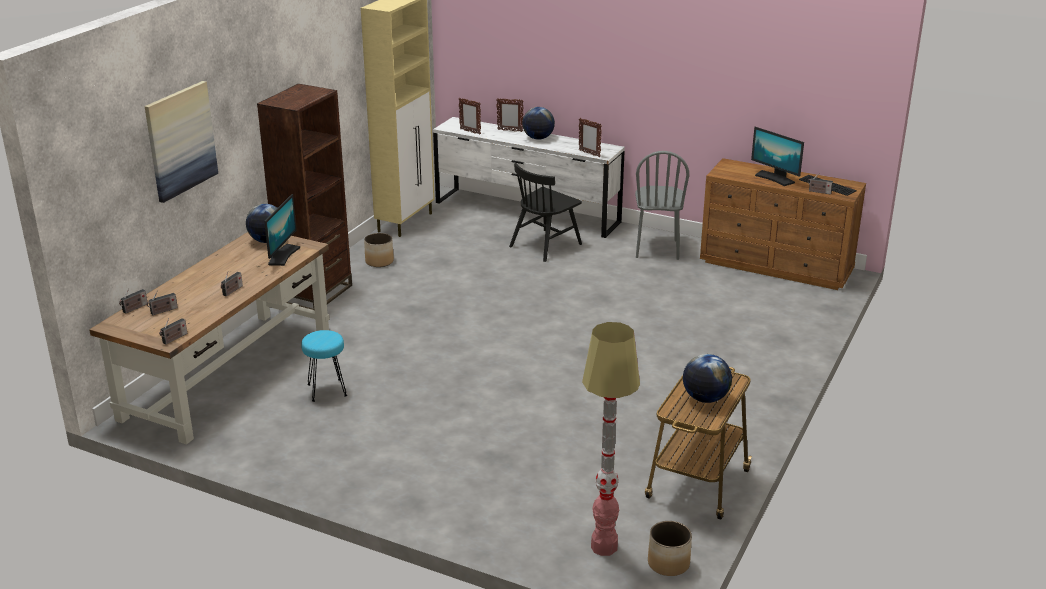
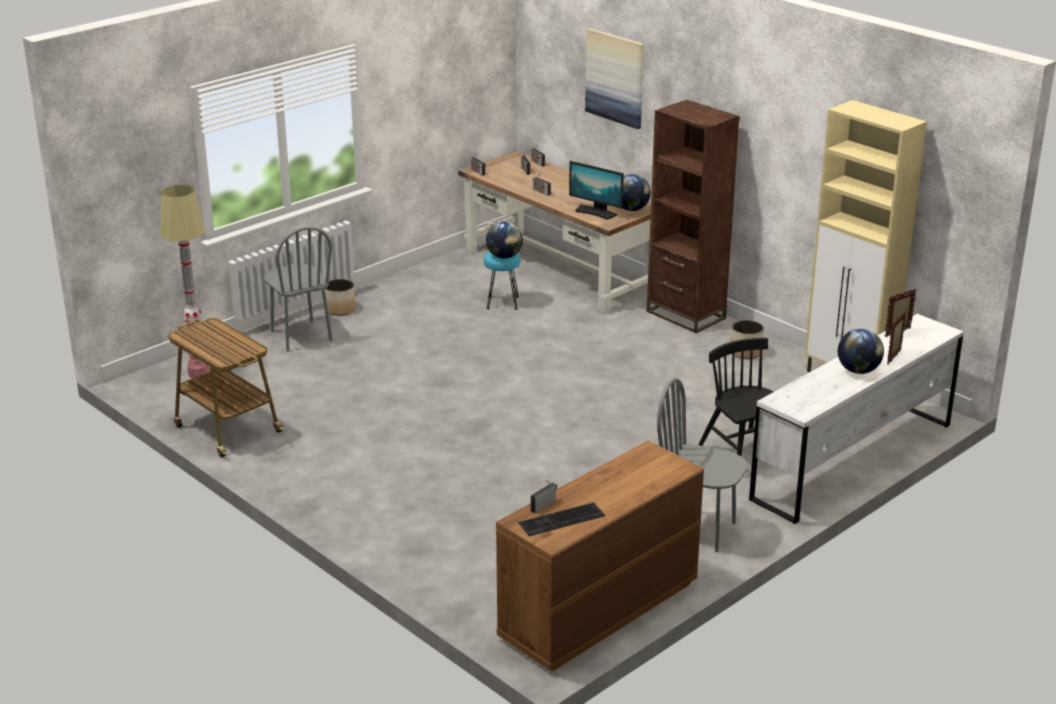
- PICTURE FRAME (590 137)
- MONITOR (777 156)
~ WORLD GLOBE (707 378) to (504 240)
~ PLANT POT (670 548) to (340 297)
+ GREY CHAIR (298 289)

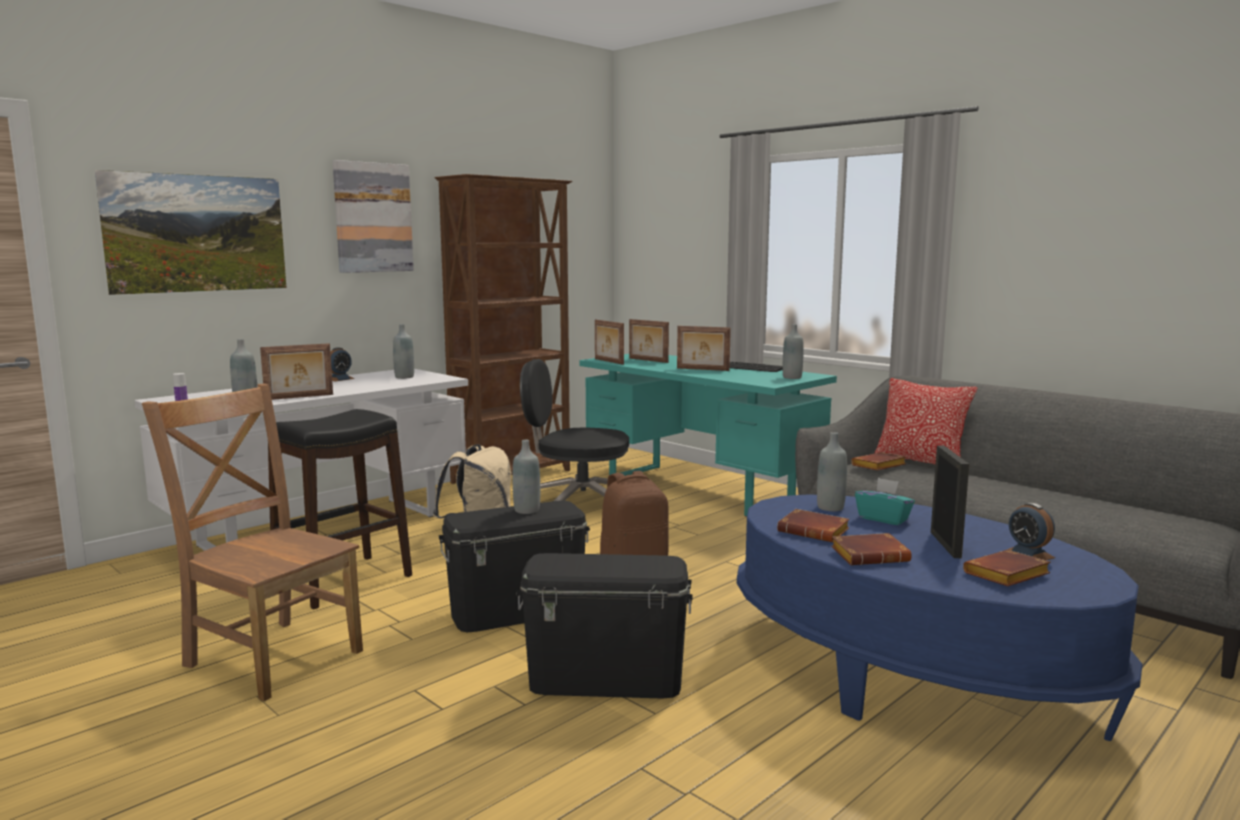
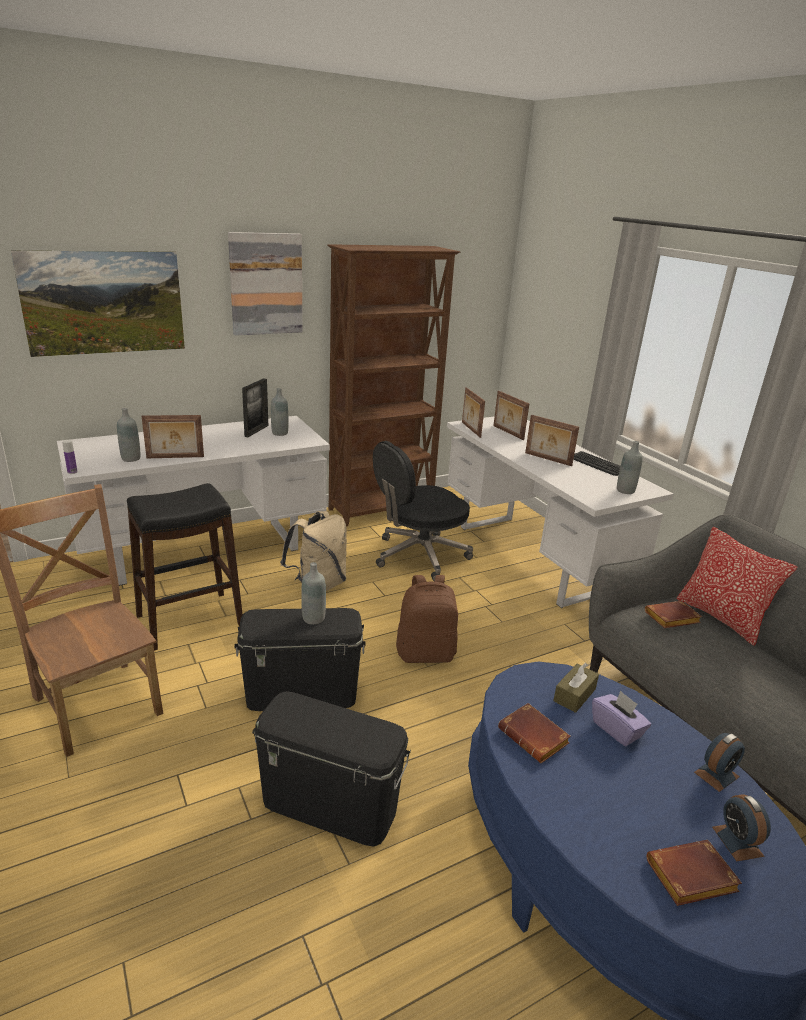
~ TABLE CLOCK (342 364) to (719 762)
~ BLUE-GREEN DESK (708 435) to WHITISH DESK (560 512)
~ BLACK COMPUTER CHAIR (574 430) = (423 511) 60 degrees counterclockwise
~ GREY BEVERAGE BOTTLE (832 471) to BROWN-COLOURED TISSUE BOX (576 688)
~ PICTURE FRAME (950 501) to (255 407)
~ BLUE-GREEN TISSUE BOX (885 501) to PURPLE-COLOURED TISSUE BOX (621 718)
- BROWN-COLOURED BOUND BOOK (871 549)

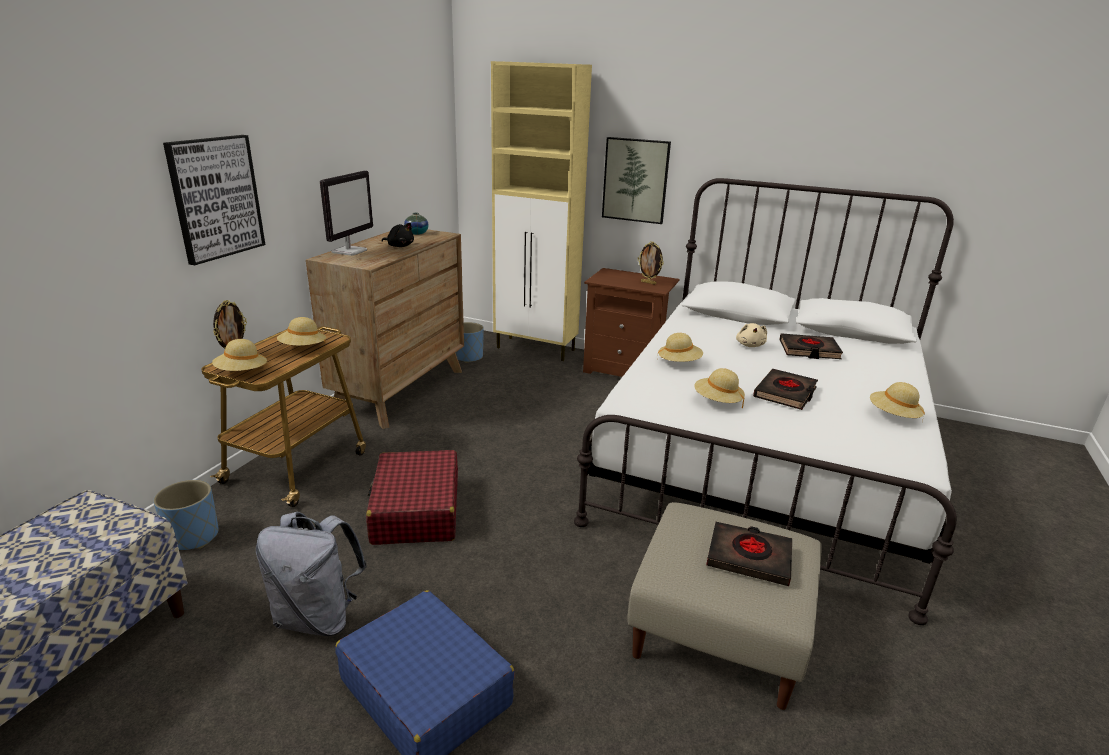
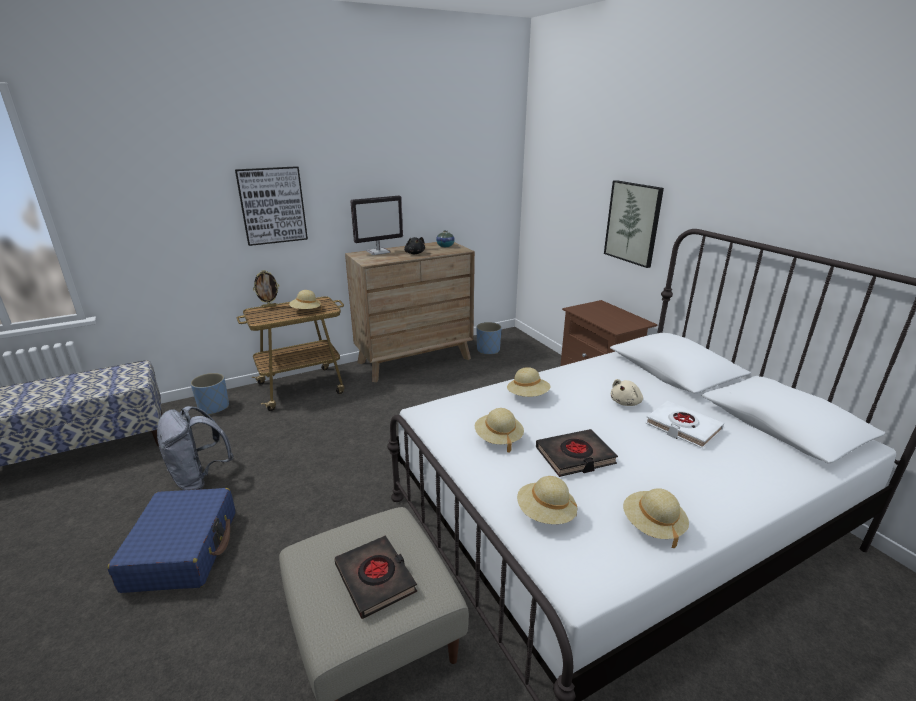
- BEIGE CABINET (541 211)
- PICTURE FRAME (651 263)
~ BLACK BOUND BOOK (811 346) to WHITISH BOUND BOOK (684 425)
~ BEIGE WEARABLE HAT (240 355) to (547 500)
- RED SUITCASE (412 497)

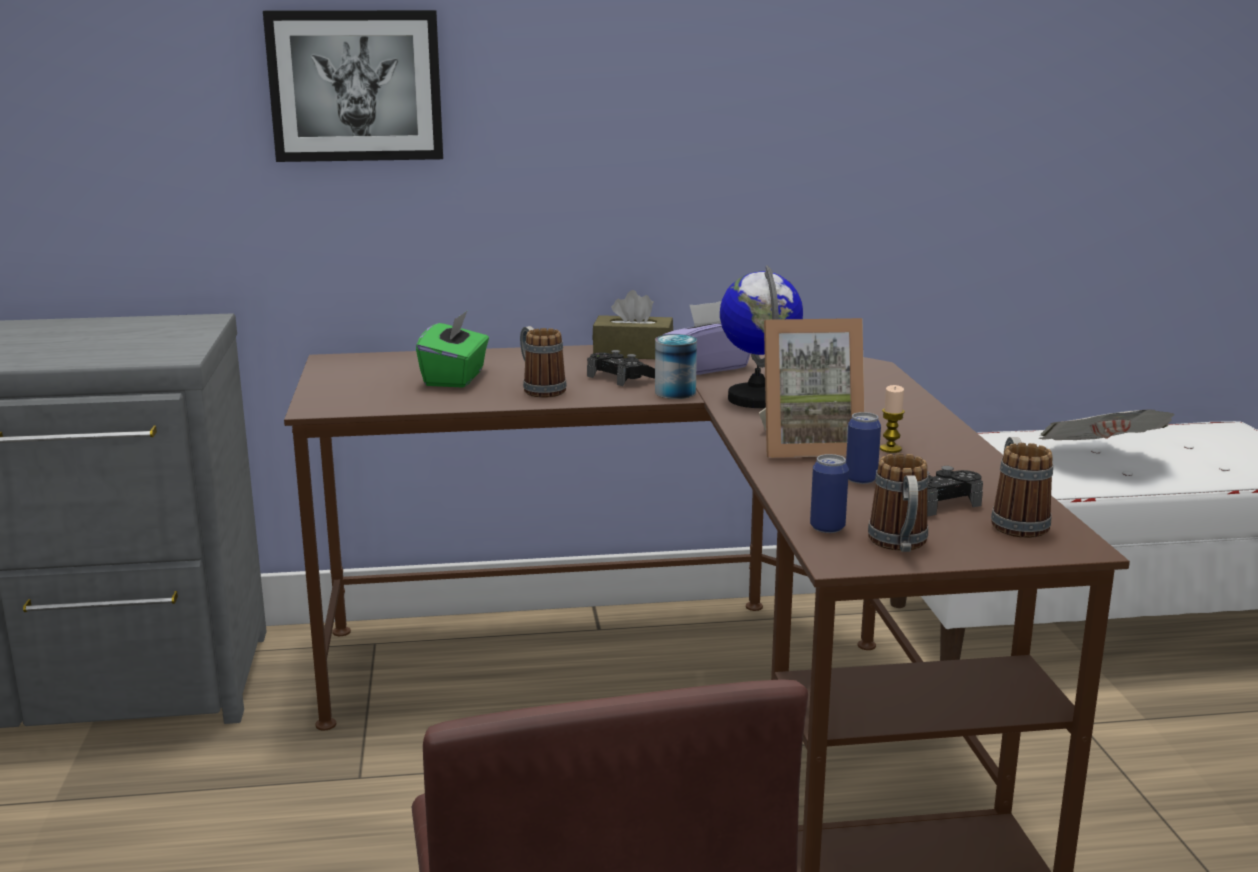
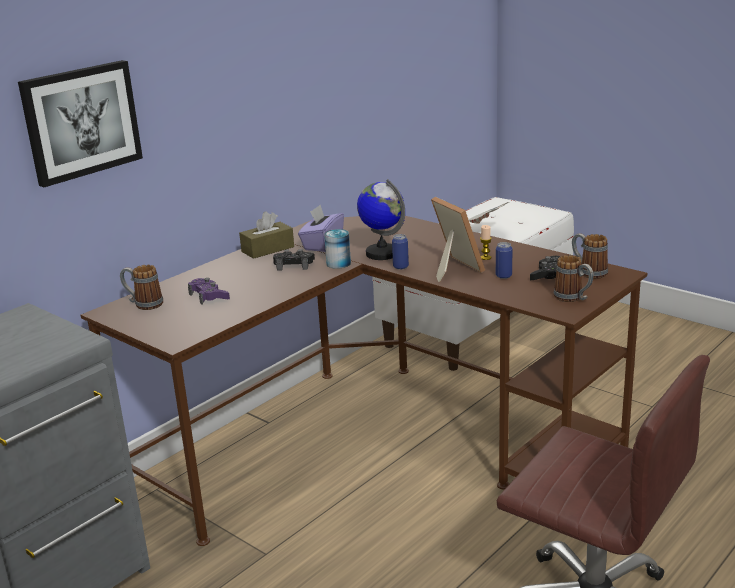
~ GREENISH TISSUE BOX (452 348) to PURPLE-COLOURED GAME CONTROLLER (209 291)
~ PICTURE FRAME (811 388) = (458 239) 75 degrees counterclockwise
~ TEA MUG (543 362) to (141 287)
~ METAL CAN (829 493) to (400 252)

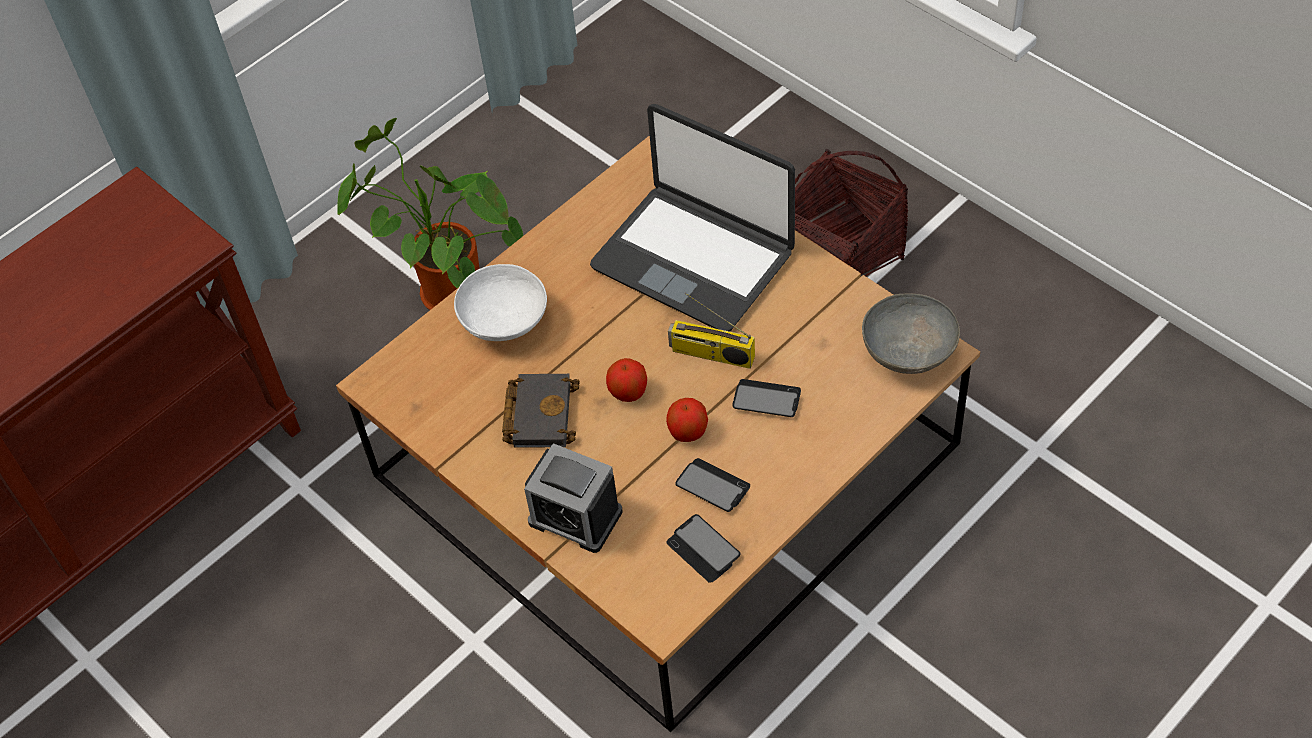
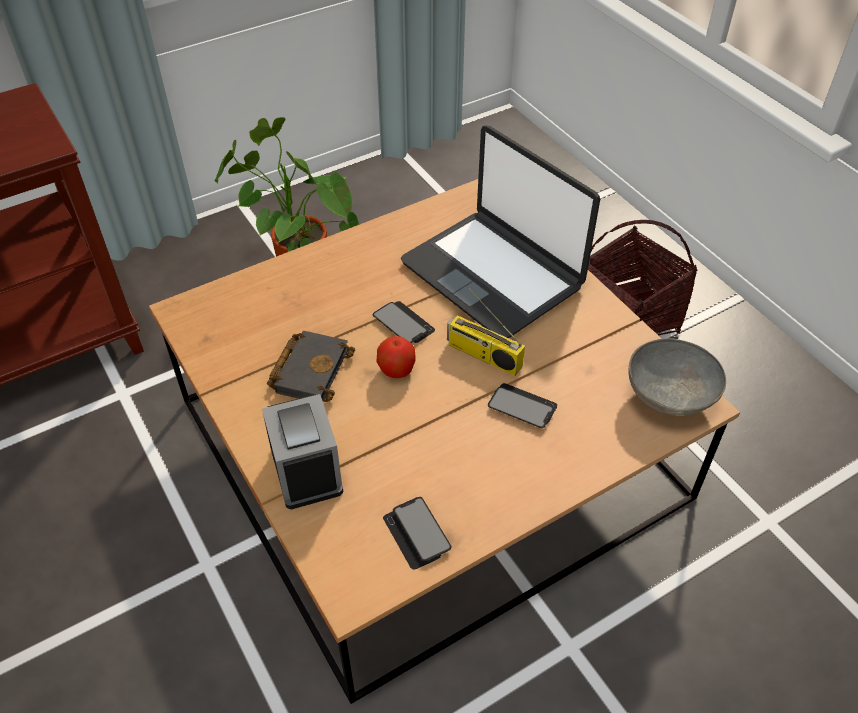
- WHITISH SERVING BOWL (500 302)
- WHOLE APPLE (687 420)
~ TABLE CLOCK (573 498) = (302 451) 150 degrees counterclockwise
~ TELEPHONE (712 485) to (404 322)

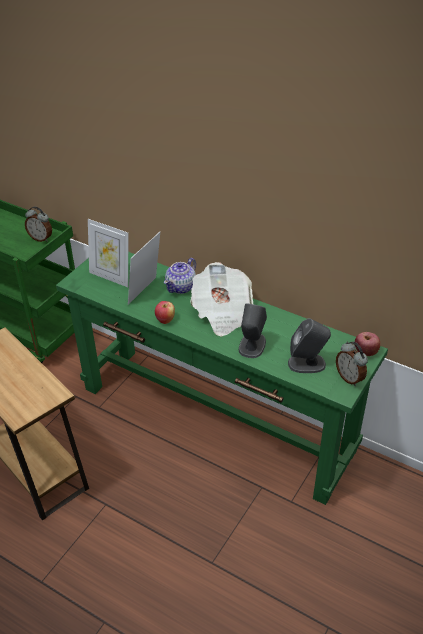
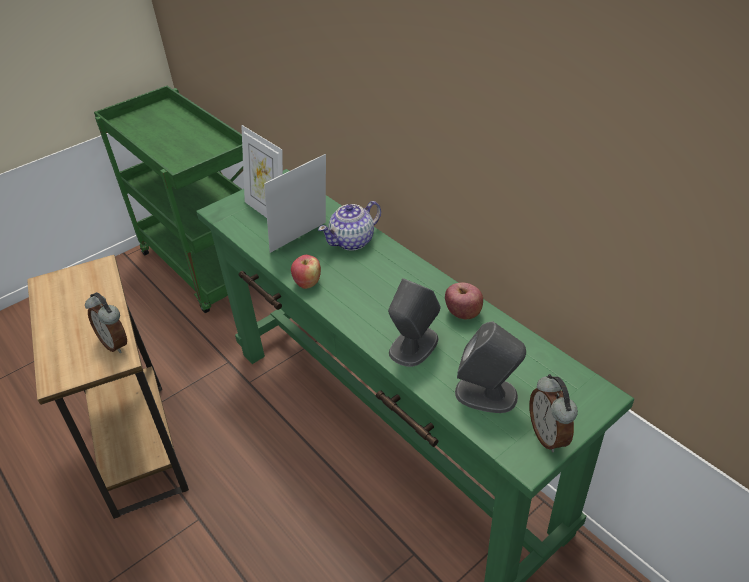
~ TABLE CLOCK (38 224) to (106 322)
- DAILY PAPER (221 299)
~ WHOLE APPLE (367 344) to (464 301)

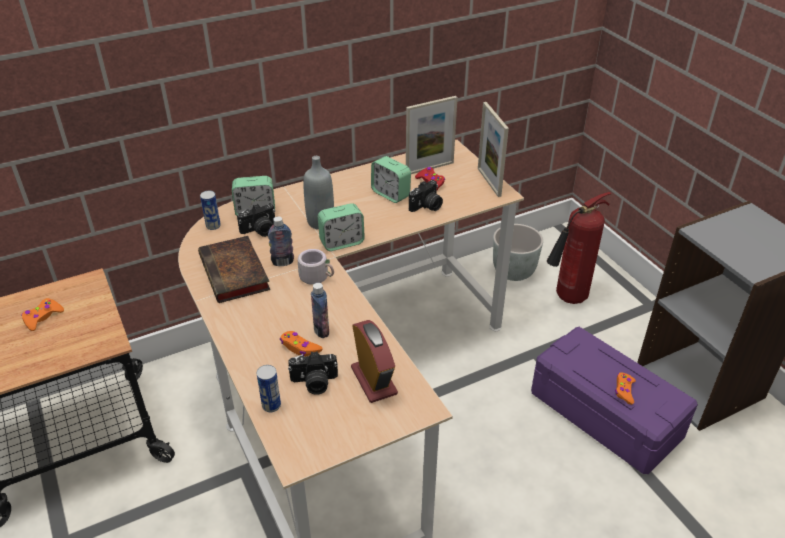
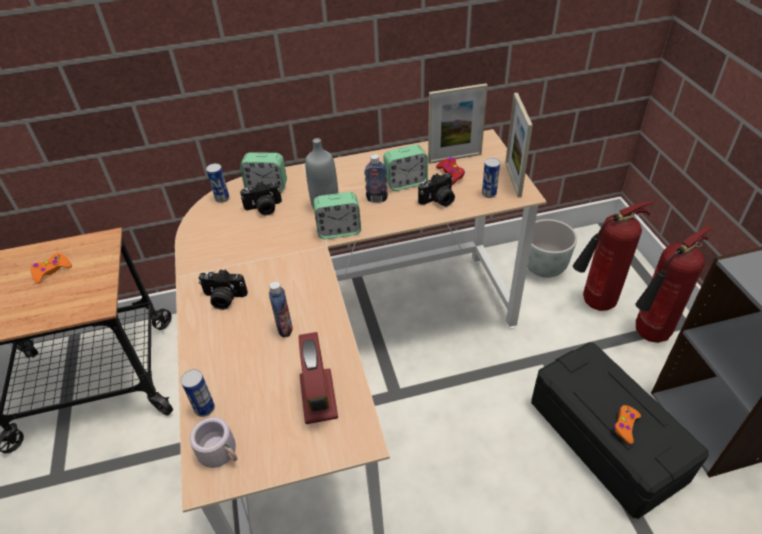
~ TABLE CLOCK (391 179) = (405 168) 75 degrees counterclockwise
~ BEVERAGE BOTTLE (281 241) to (376 178)
- BOUND BOOK (234 269)
~ GREY TEA MUG (316 267) to (213 442)
~ PURPLE-COLOURED STORAGE CONTAINER (614 400) to BLACK STORAGE CONTAINER (620 430)
- ORANGE-COLOURED GAME CONTROLLER (301 343)
~ STILL CAMERA (313 372) to (223 289)
+ METAL CAN (491 178)
+ EXTINGUISHER (674 284)

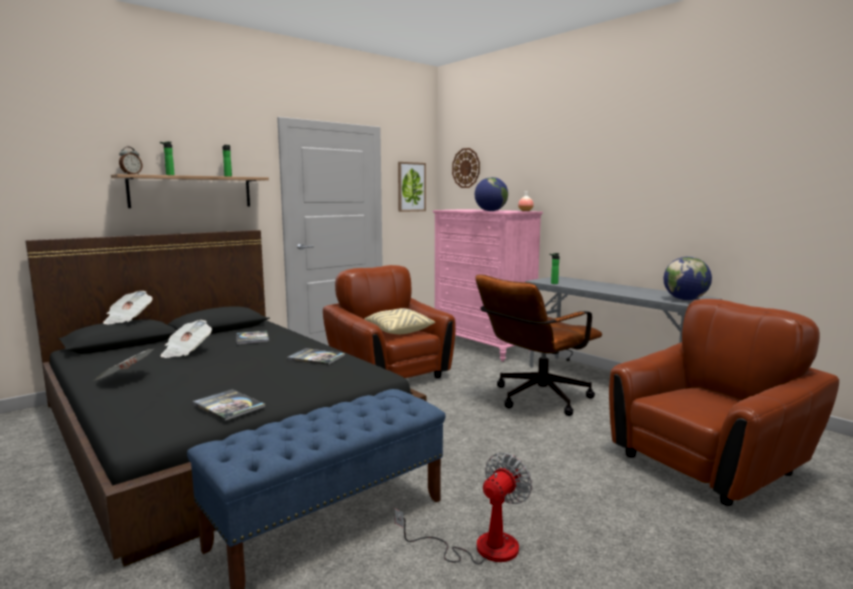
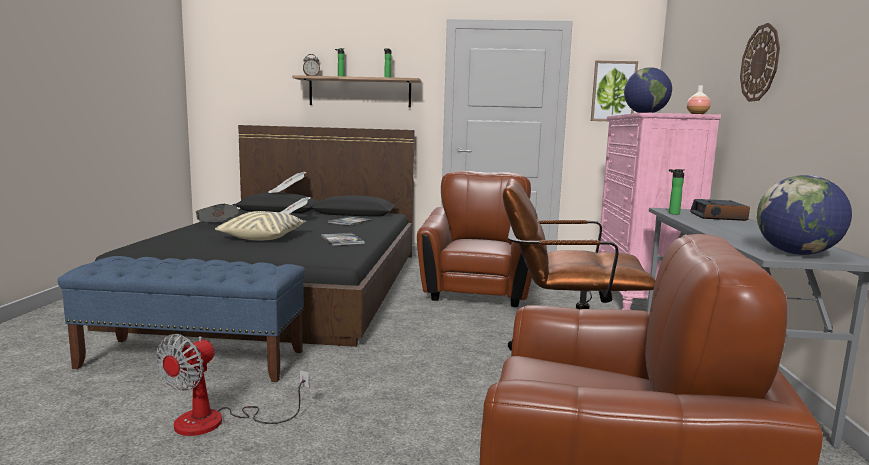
~ HANGING CLOCK (466 168) to (760 62)
~ BEIGE THROW PILLOW (399 321) to (260 225)
- BOUND BOOK (228 405)
~ COOLING FAN (463 508) = (232 385) 120 degrees clockwise
+ TABLE CLOCK (720 210)

